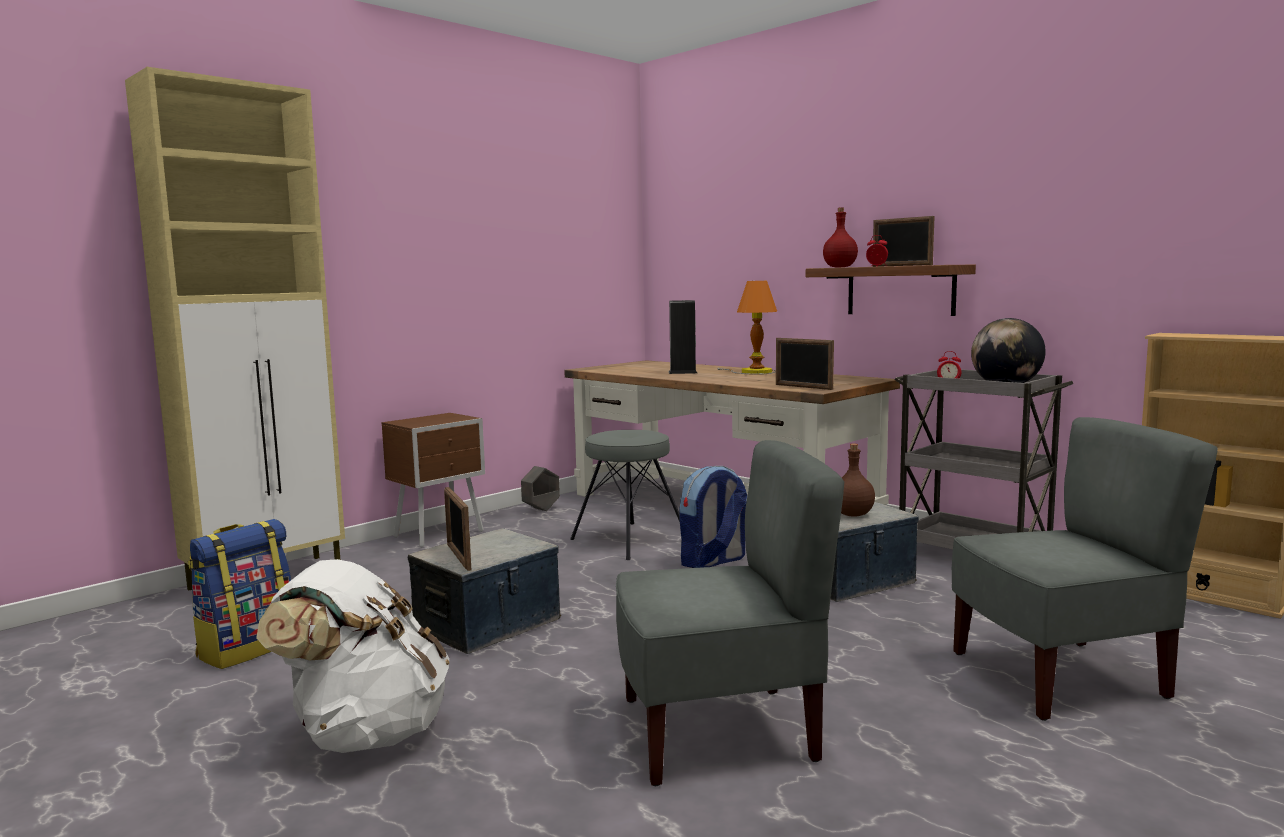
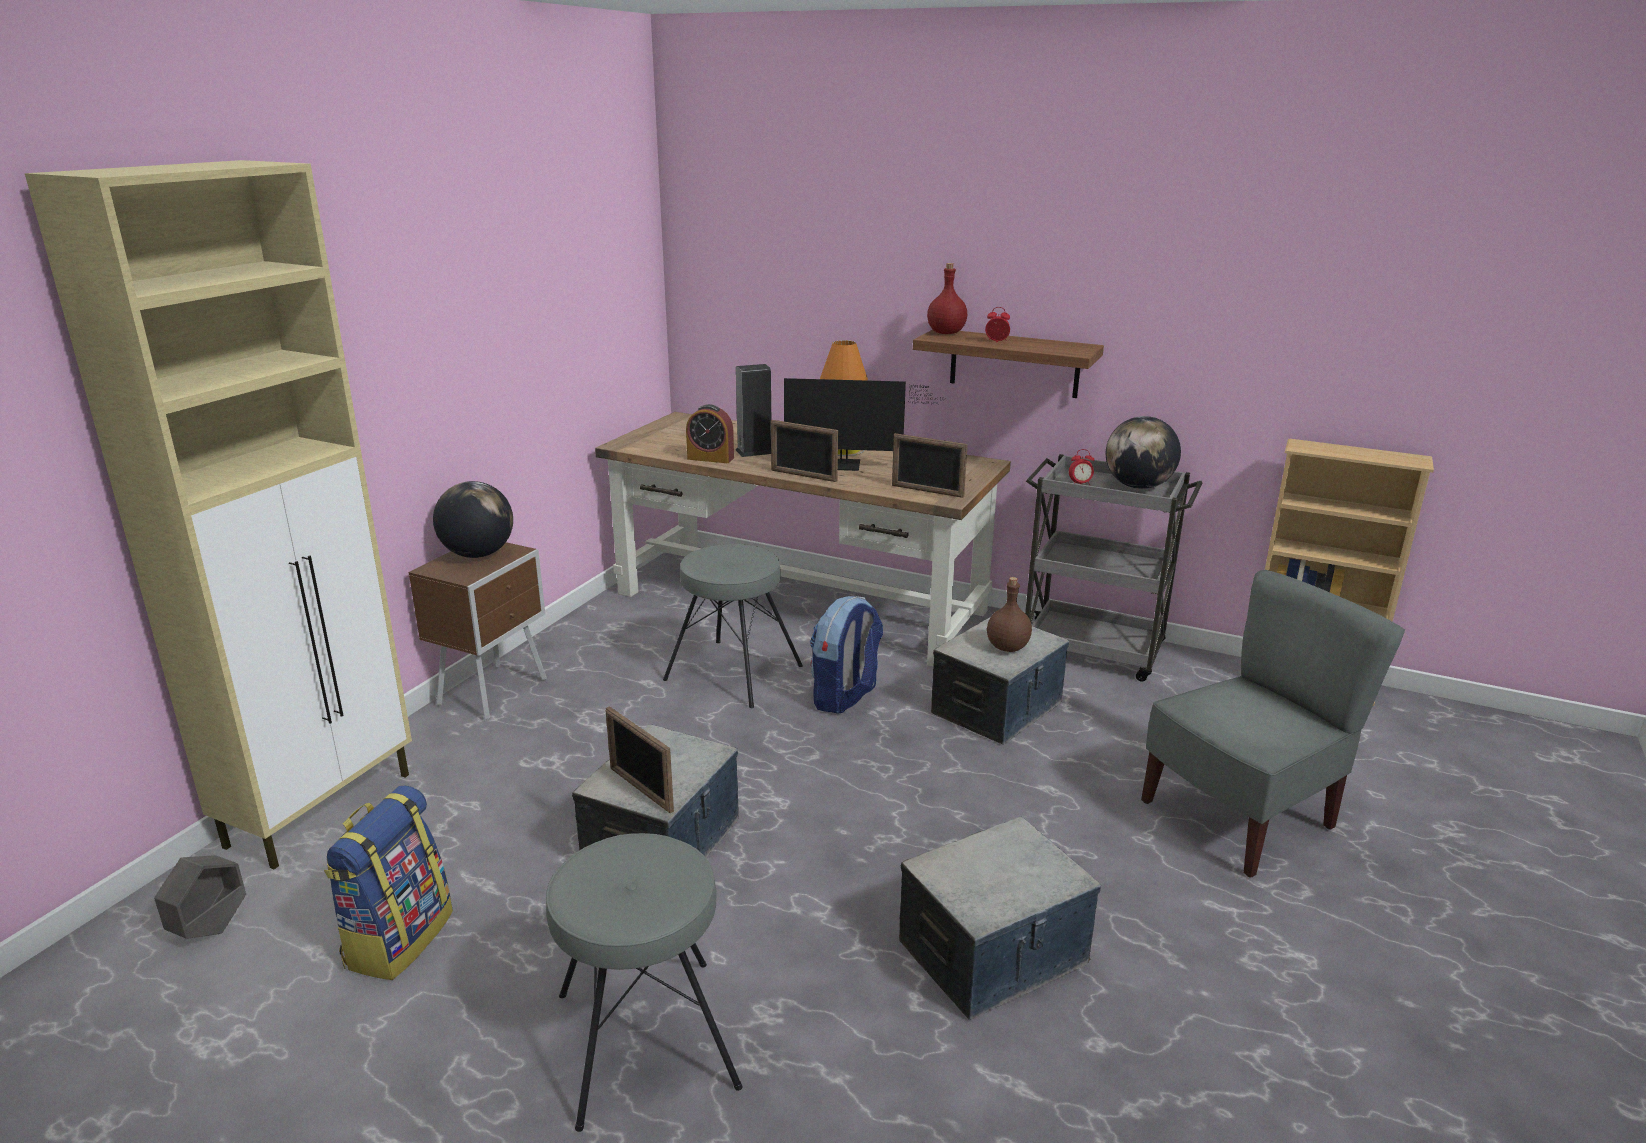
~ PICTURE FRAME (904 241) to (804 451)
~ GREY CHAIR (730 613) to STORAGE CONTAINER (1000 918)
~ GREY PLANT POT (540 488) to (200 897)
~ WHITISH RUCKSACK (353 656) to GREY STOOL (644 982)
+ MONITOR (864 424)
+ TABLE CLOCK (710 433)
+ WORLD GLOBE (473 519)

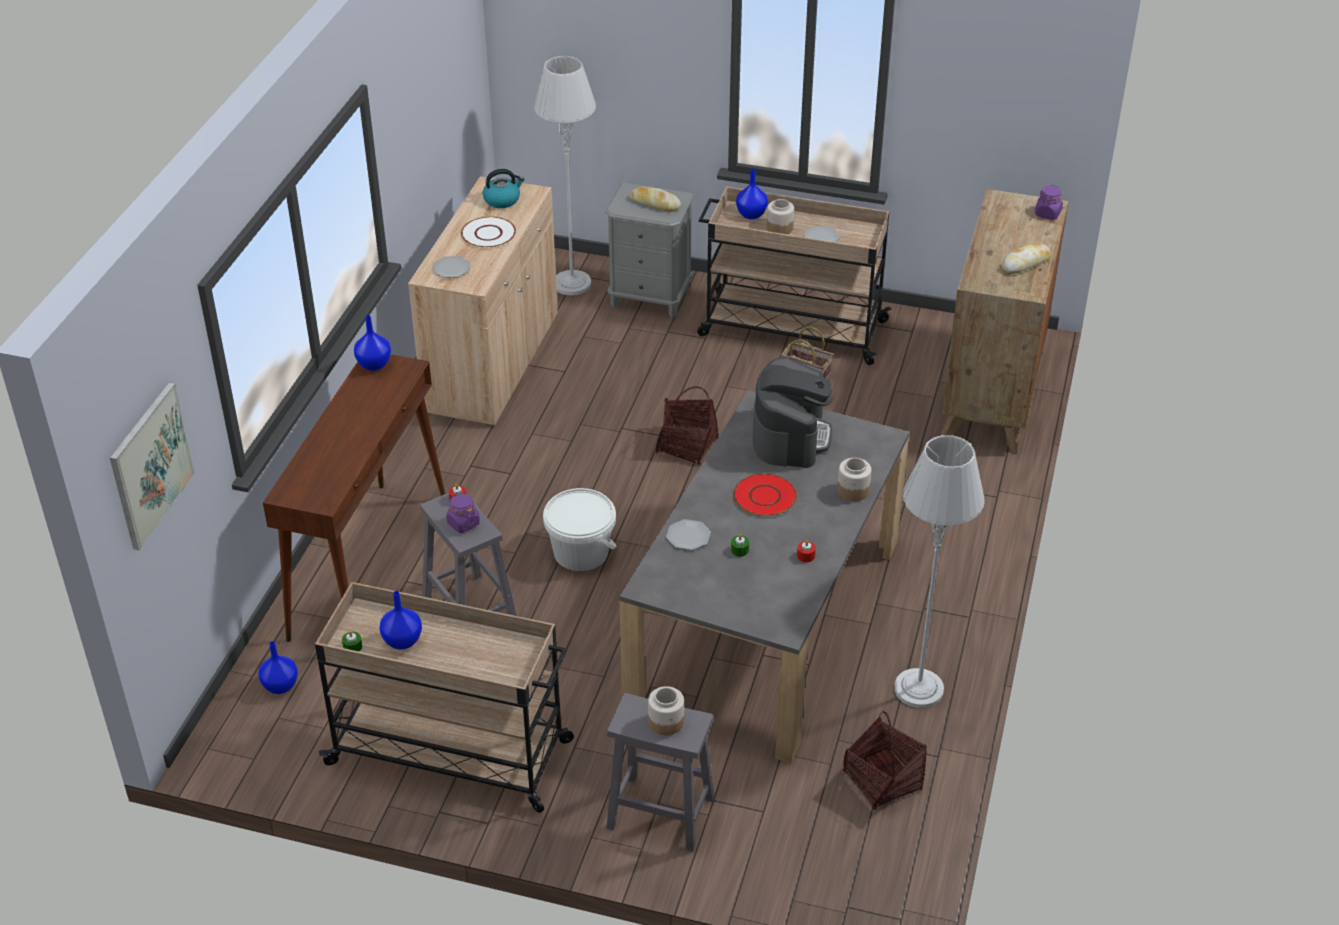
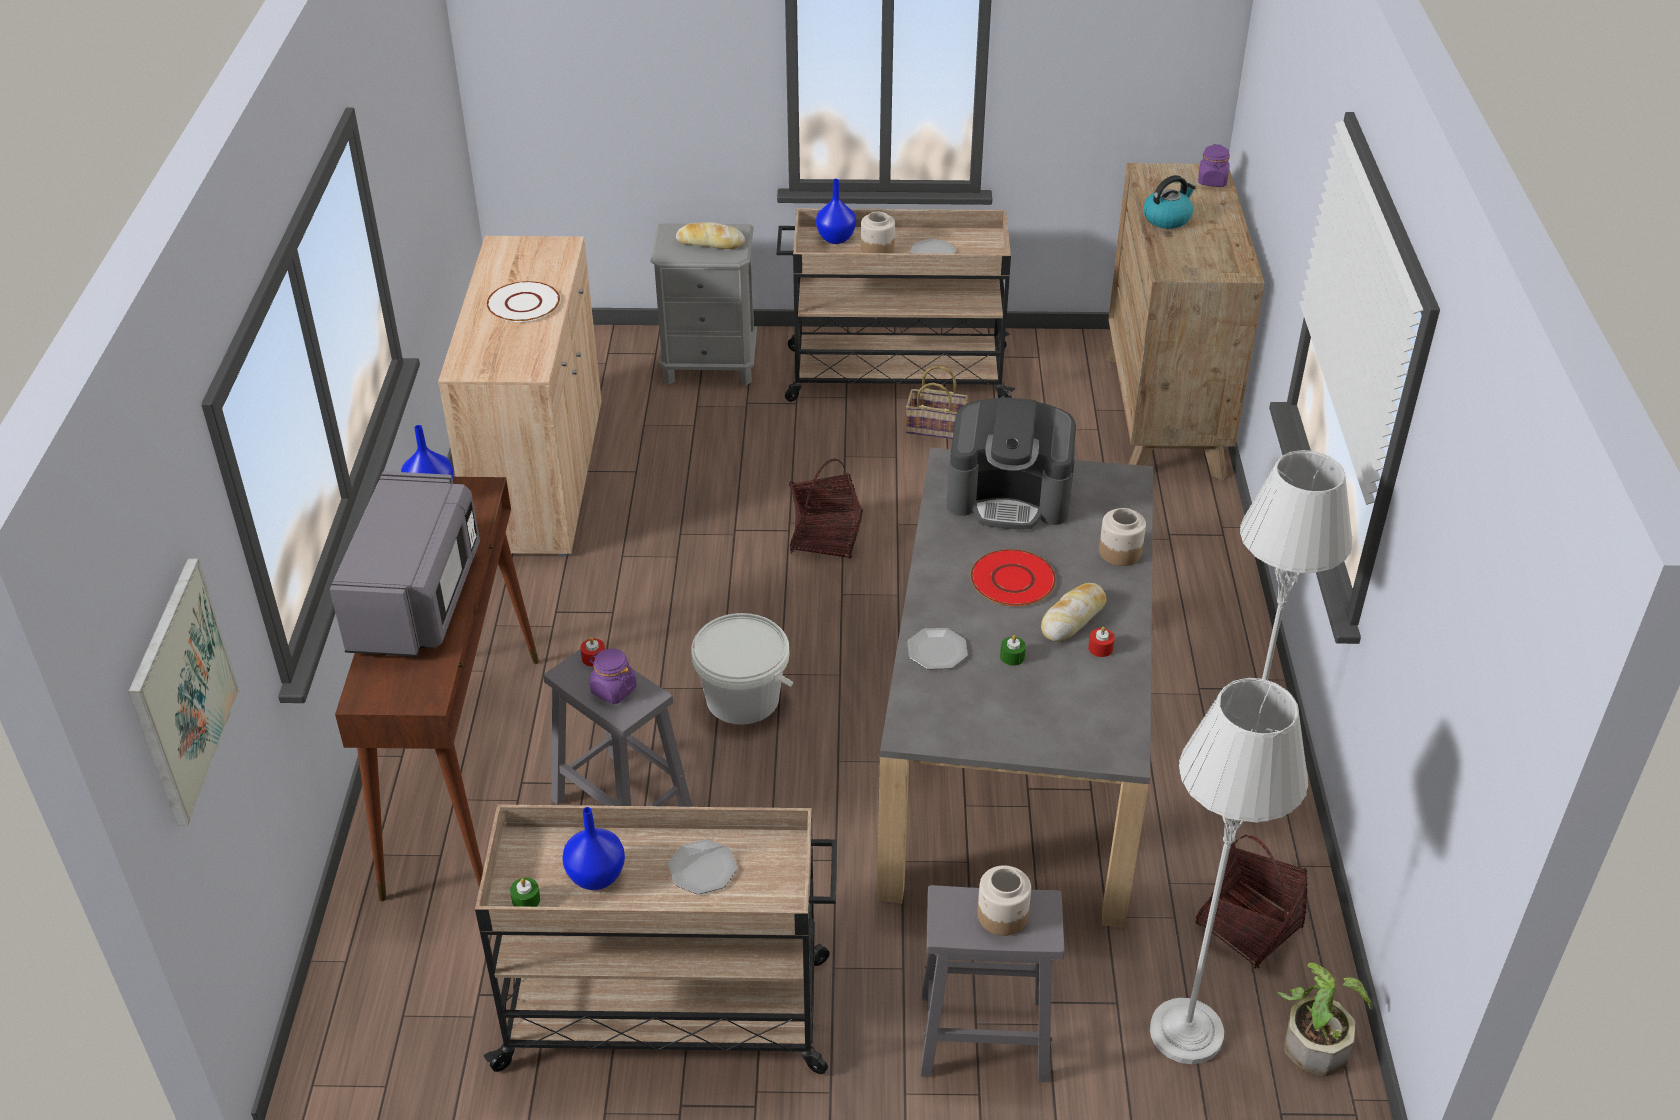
~ GREY FLOOR LAMP (565 175) to (1229 871)
~ WATER KETTLE (503 188) to (1169 202)
~ BAKERY BREAD (1026 258) to (1073 612)
~ DINNER PLATE (451 267) to (702 866)
~ COFFEE BREWER (793 412) = (1011 463) 105 degrees clockwise
- BLUE FLOWER VASE (278 667)
+ GREY KITCHEN MICROWAVE (405 564)
+ POTTED PLANT (1324 1019)

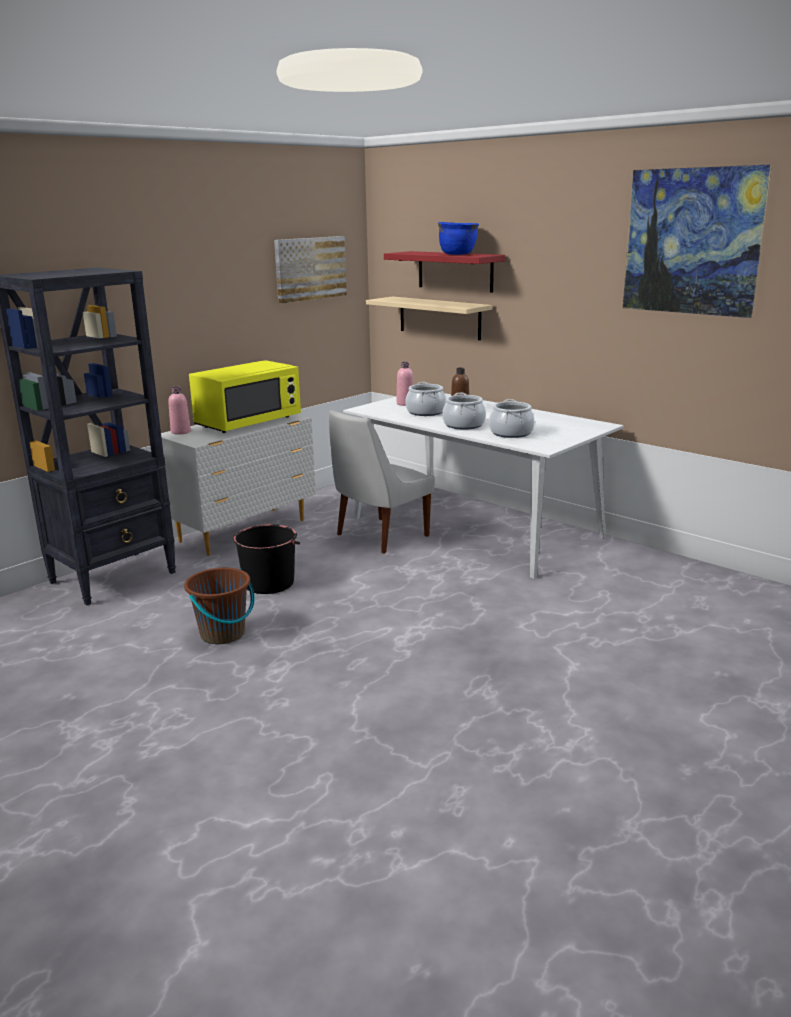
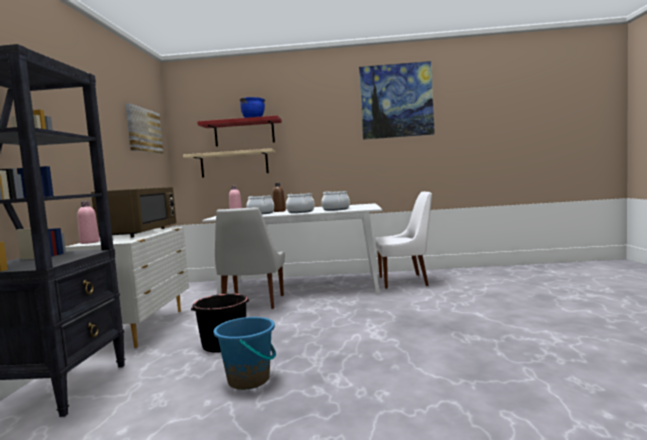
~ YELLOWISH KITCHEN MICROWAVE (245 396) to BROWN-COLOURED KITCHEN MICROWAVE (133 212)
~ BROWN-COLOURED WATER BUCKET (219 606) to BLUE WATER BUCKET (244 353)
+ WHITISH CHAIR (403 240)

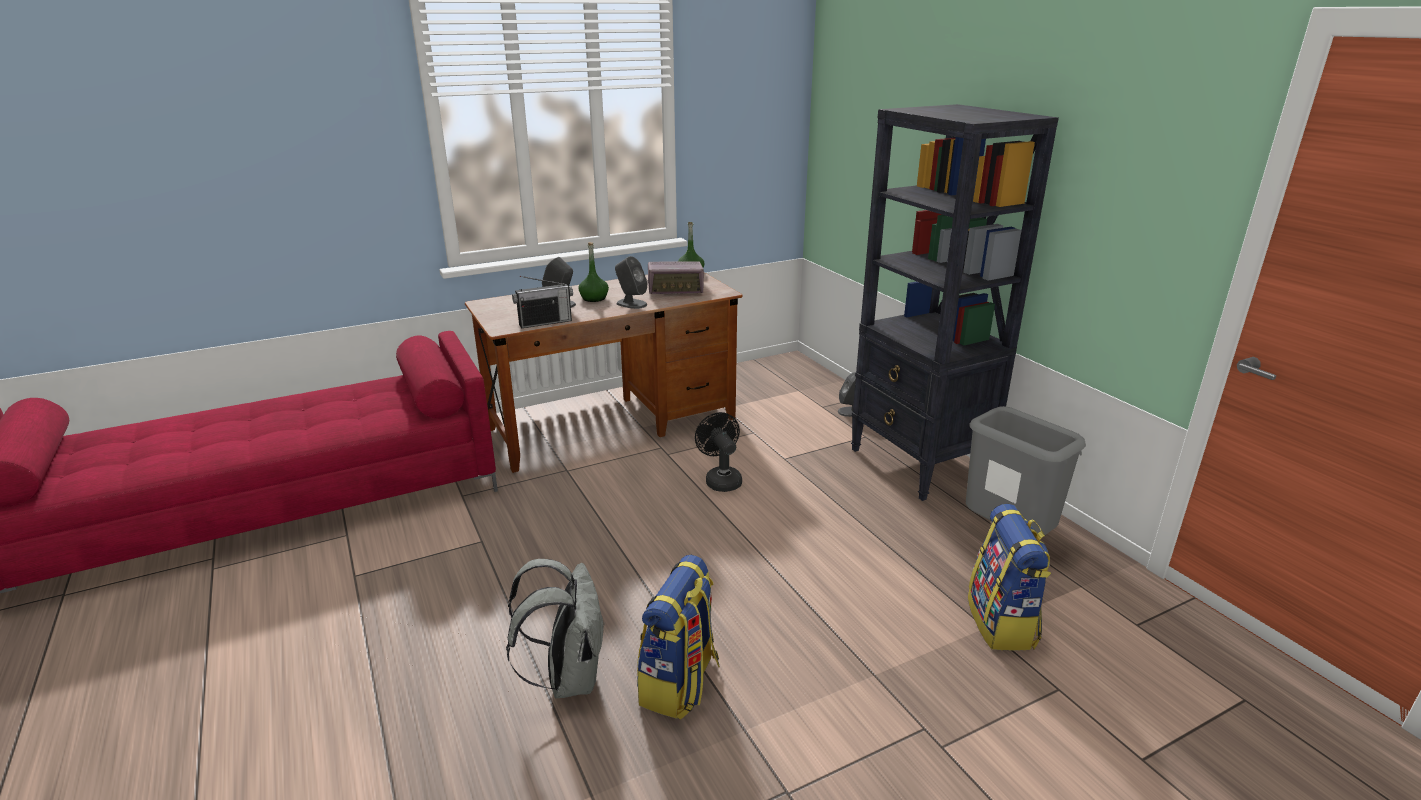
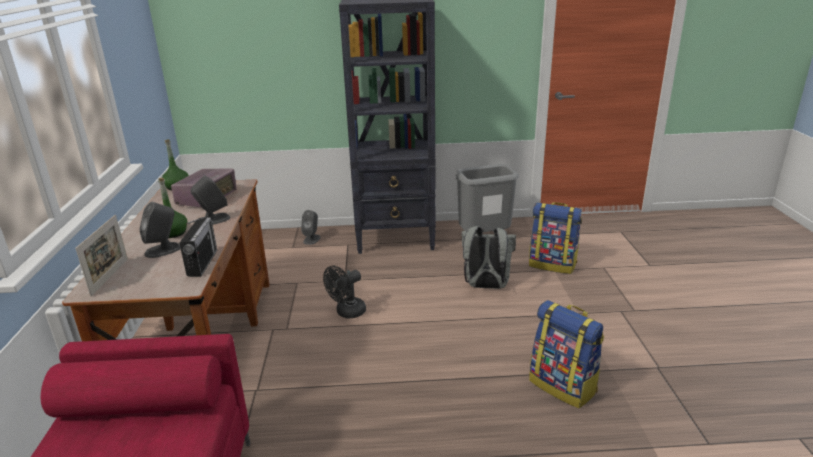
~ BLACK COOLING FAN (718 452) = (344 291) 45 degrees counterclockwise
~ GREY RUCKSACK (555 628) to (489 257)
+ PICTURE FRAME (101 255)

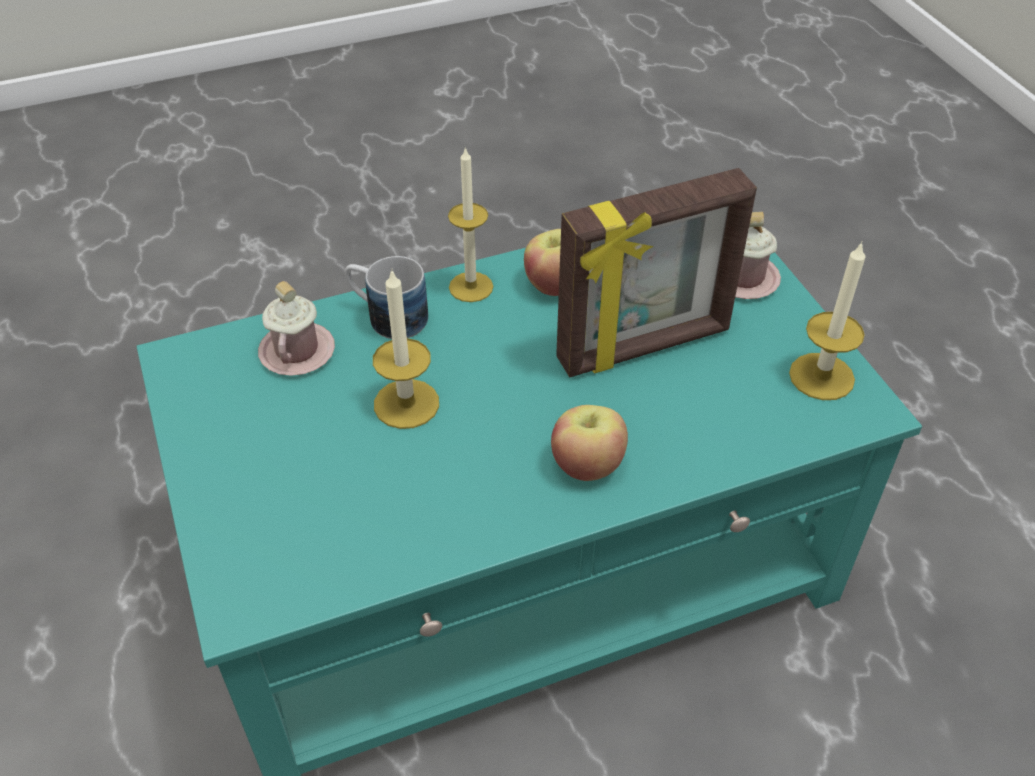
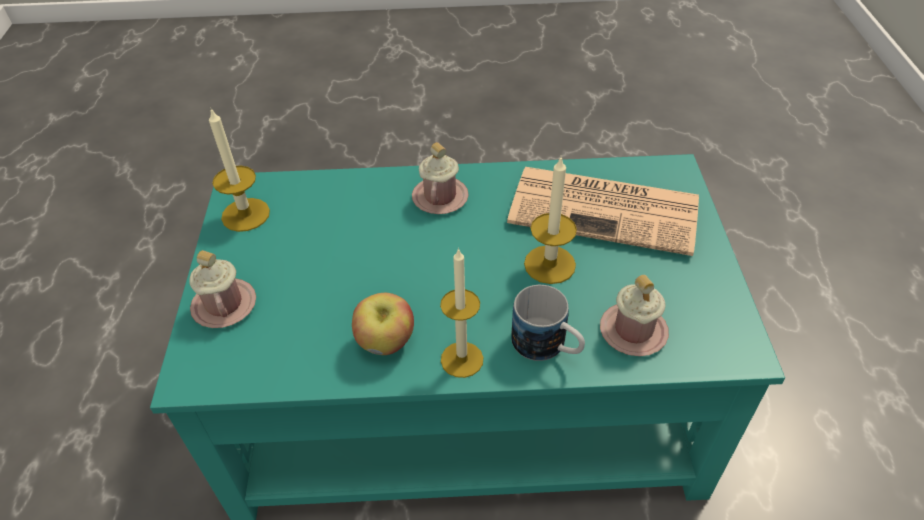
- PICTURE FRAME (656 272)
~ WHOLE APPLE (589 443) to PINK-COLOURED TEA MUG (440 178)
+ DAILY PAPER (603 211)

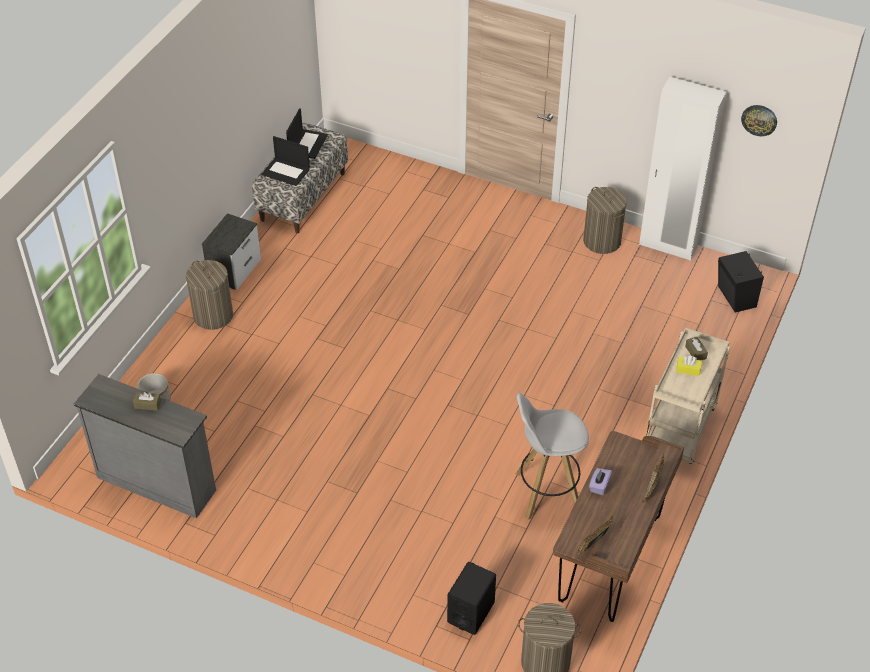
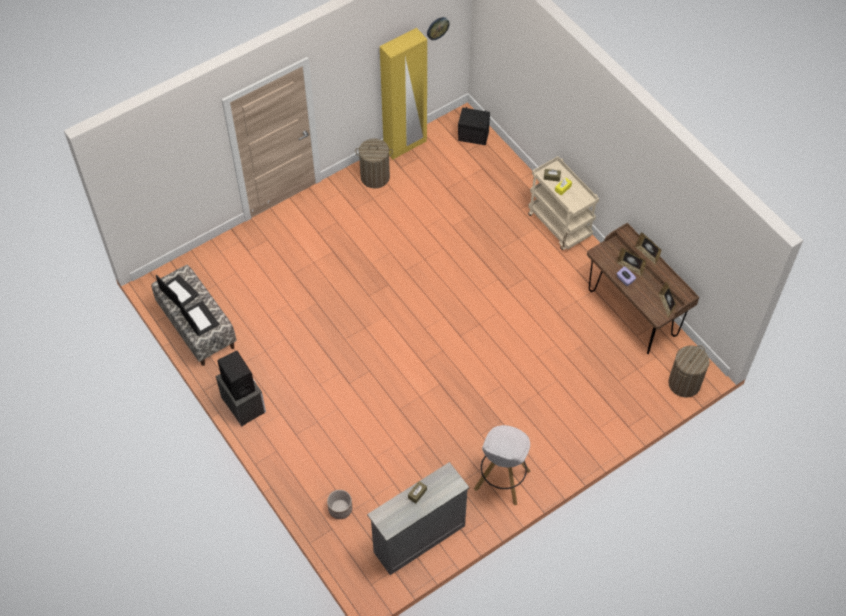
~ WHITISH CLOTHES CUPBOARD (683 169) to YELLOWISH CLOTHES CUPBOARD (403 94)
~ NOTEBOOK COMPUTER (285 161) = (199 317) 90 degrees counterclockwise
- HAMPER (209 295)
~ WHITISH STOOL (552 456) to (502 465)
~ BLACK AUDIO SPEAKER (471 598) to (236 376)
+ PICTURE FRAME (631 262)

